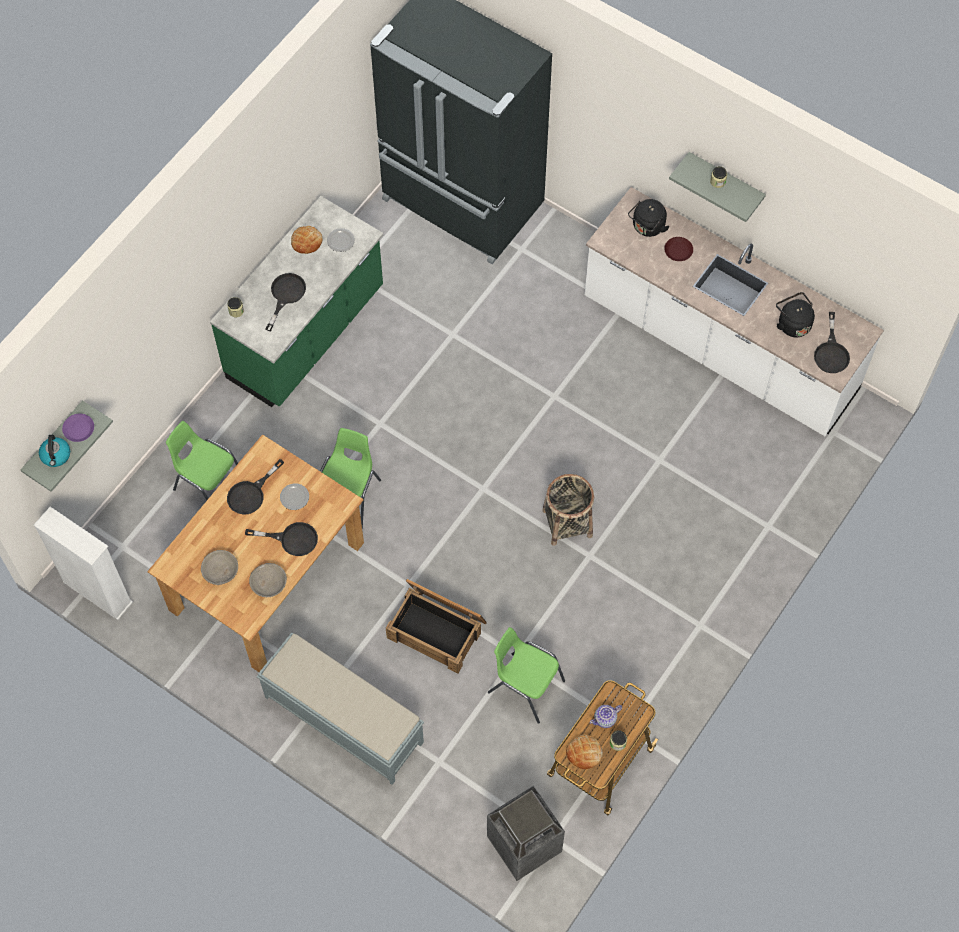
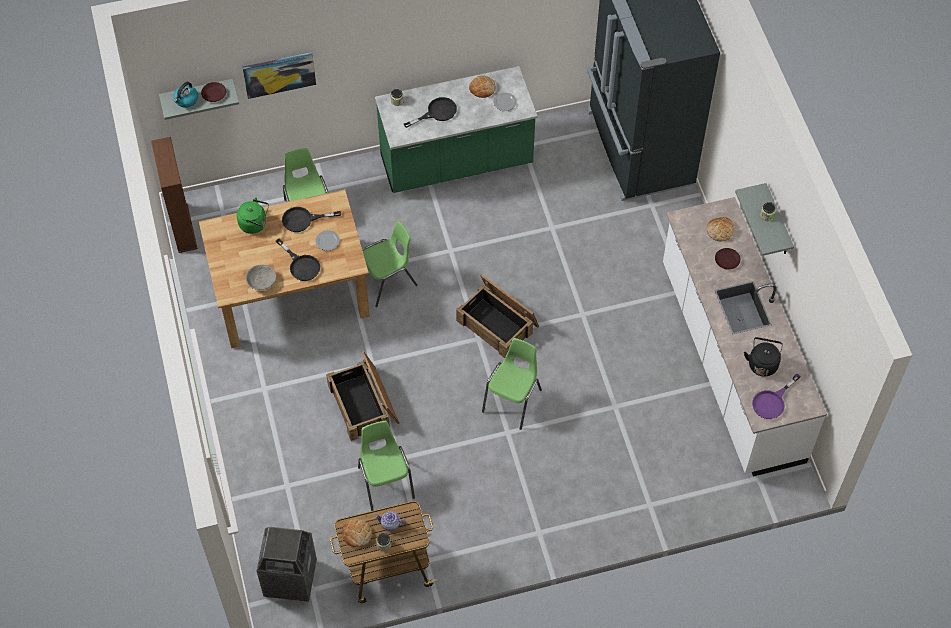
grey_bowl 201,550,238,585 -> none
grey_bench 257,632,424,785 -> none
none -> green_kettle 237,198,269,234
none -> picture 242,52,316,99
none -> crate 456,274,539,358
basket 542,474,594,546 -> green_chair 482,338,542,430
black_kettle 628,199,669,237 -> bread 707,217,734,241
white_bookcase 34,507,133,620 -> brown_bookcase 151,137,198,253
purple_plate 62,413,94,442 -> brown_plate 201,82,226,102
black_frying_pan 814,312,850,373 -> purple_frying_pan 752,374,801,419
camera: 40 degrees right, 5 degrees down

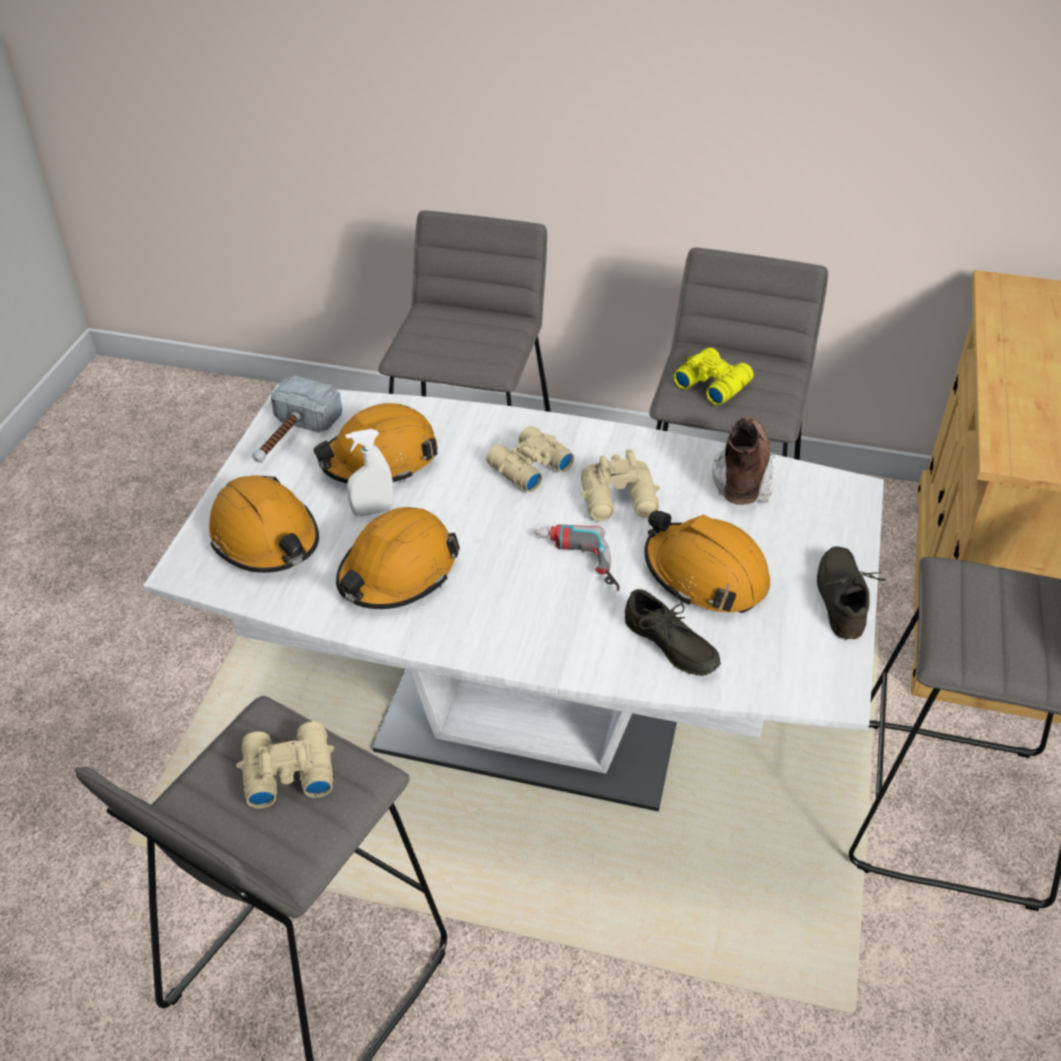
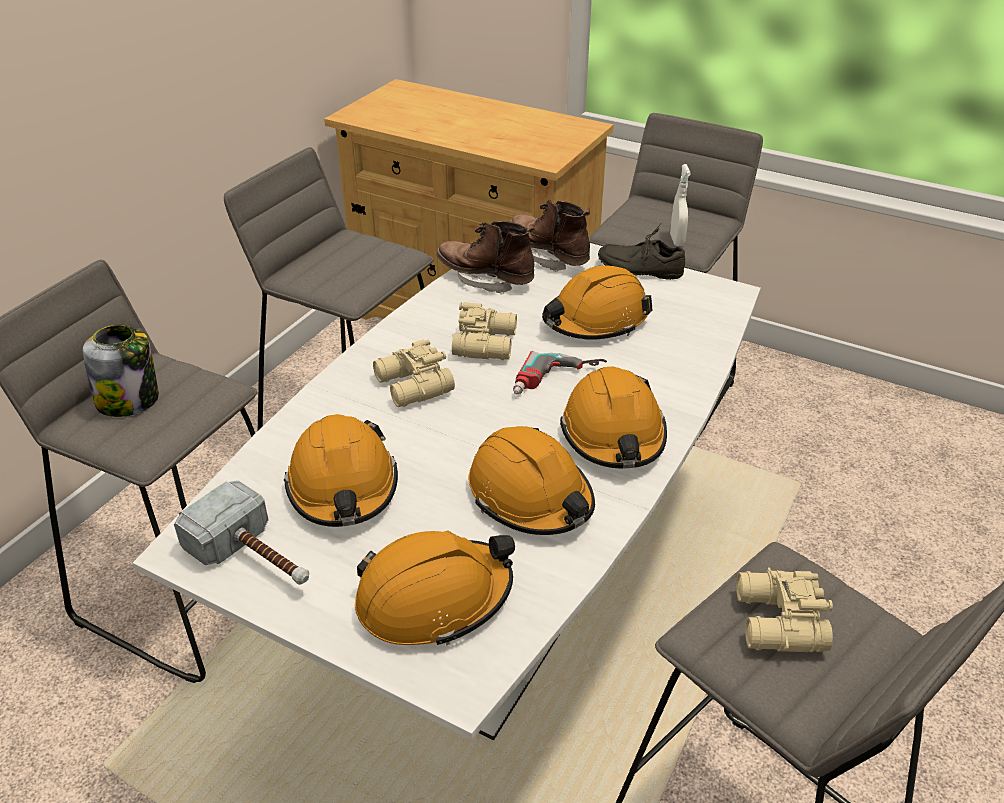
grey_shoe 625,589,721,676 -> none
yellow_binoculars 673,348,754,405 -> none
none -> jar 83,325,159,417
none -> brown_boot 510,200,590,272
none -> orange_hard_hat 560,367,667,469
white_spray_bottle 346,429,394,517 -> white_spray_bottle 670,164,691,246, relocated
camera: 75 degrees left, 5 degrees down

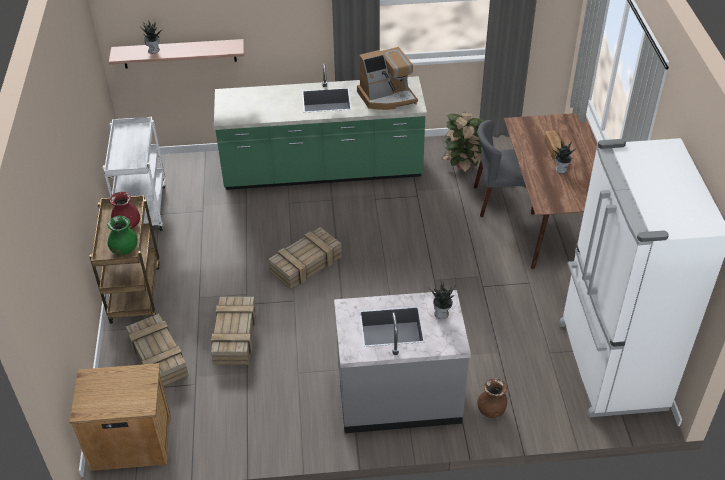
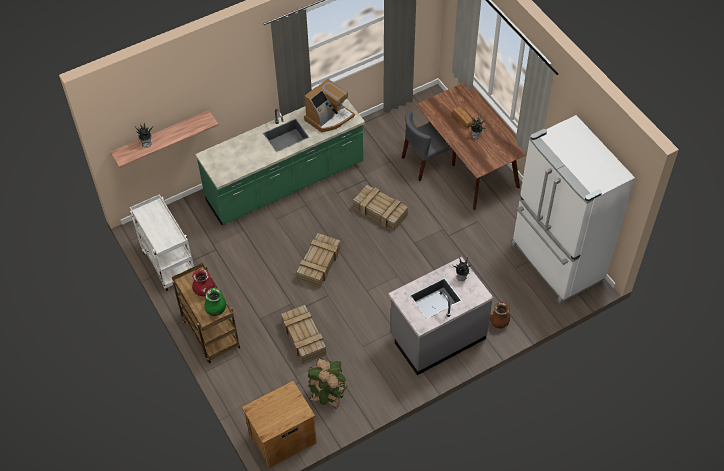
crate 126,314,188,386 -> crate 353,185,408,231, relocated
potted_plant 442,112,484,173 -> potted_plant 307,357,347,409, relocated
camera: 25 degrees left, 10 degrees up

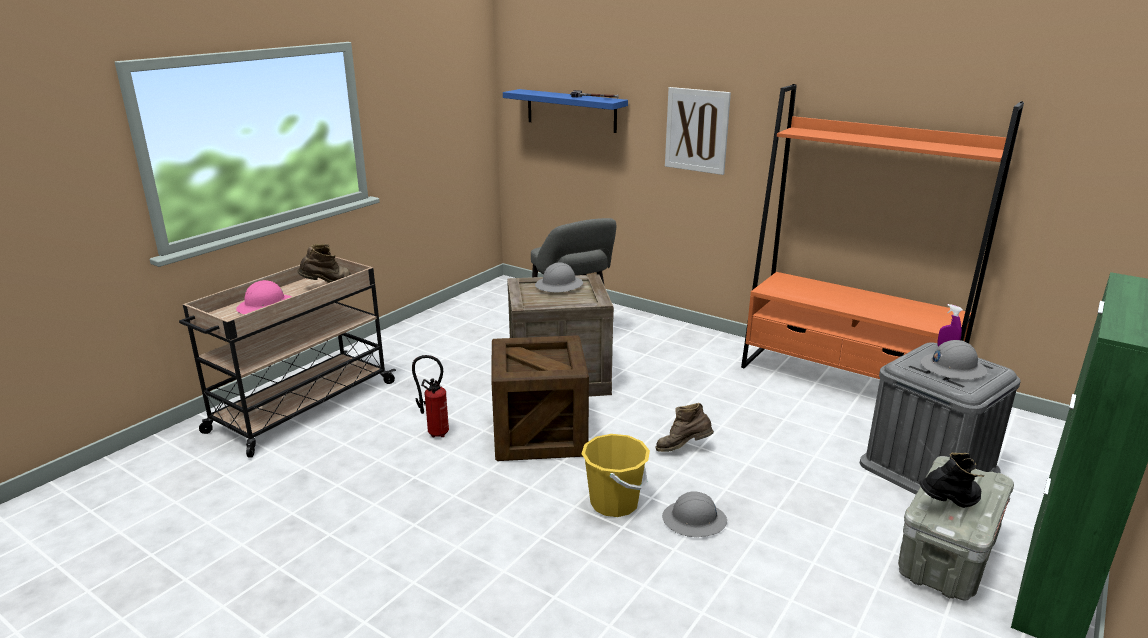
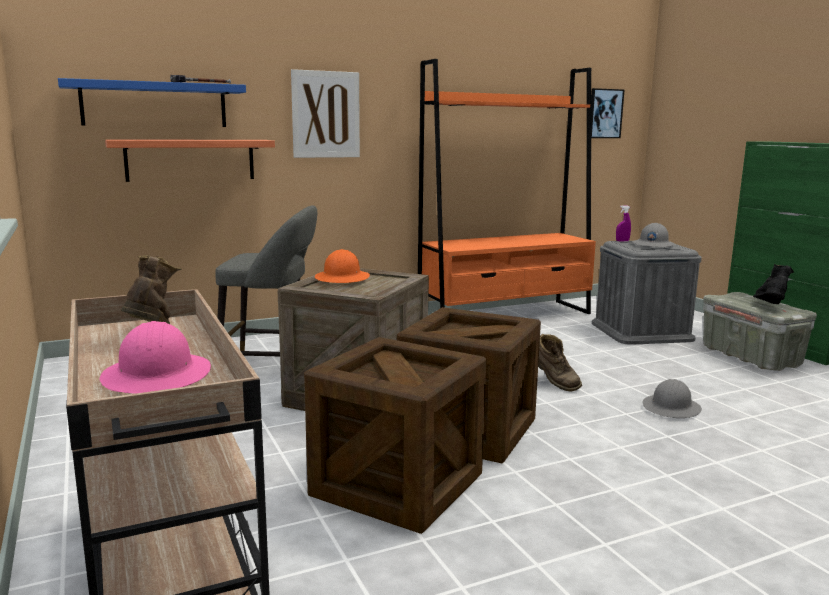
yellow_bucket 582,434,650,517 -> none
none -> shelf 105,139,275,182
none -> picture 591,88,624,138
fire_extinguisher 412,355,449,438 -> crate 304,337,486,534
grey_hard_hat 535,262,583,292 -> orange_hard_hat 315,249,370,283
brown_boot 655,402,714,452 -> brown_boot 538,334,582,392, 60 degrees counterclockwise
camera: 60 degrees left, 10 degrees down

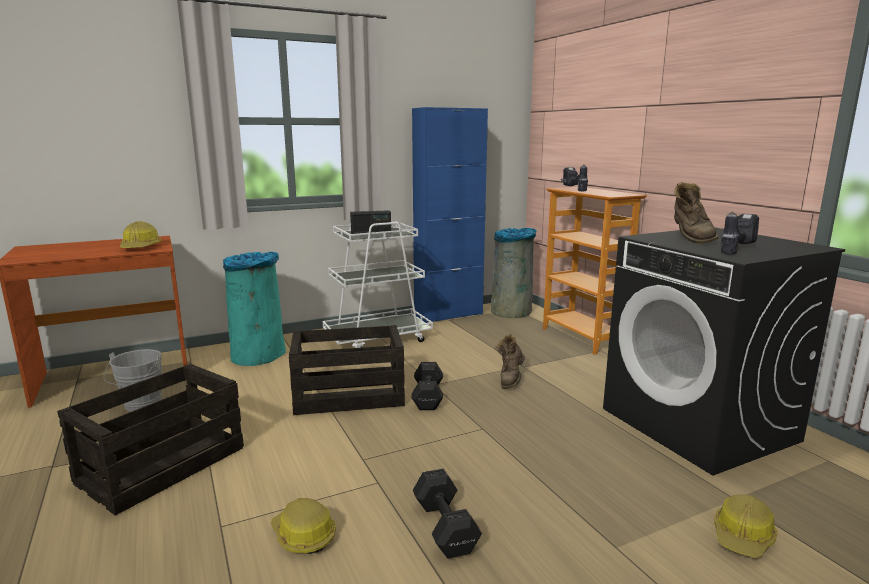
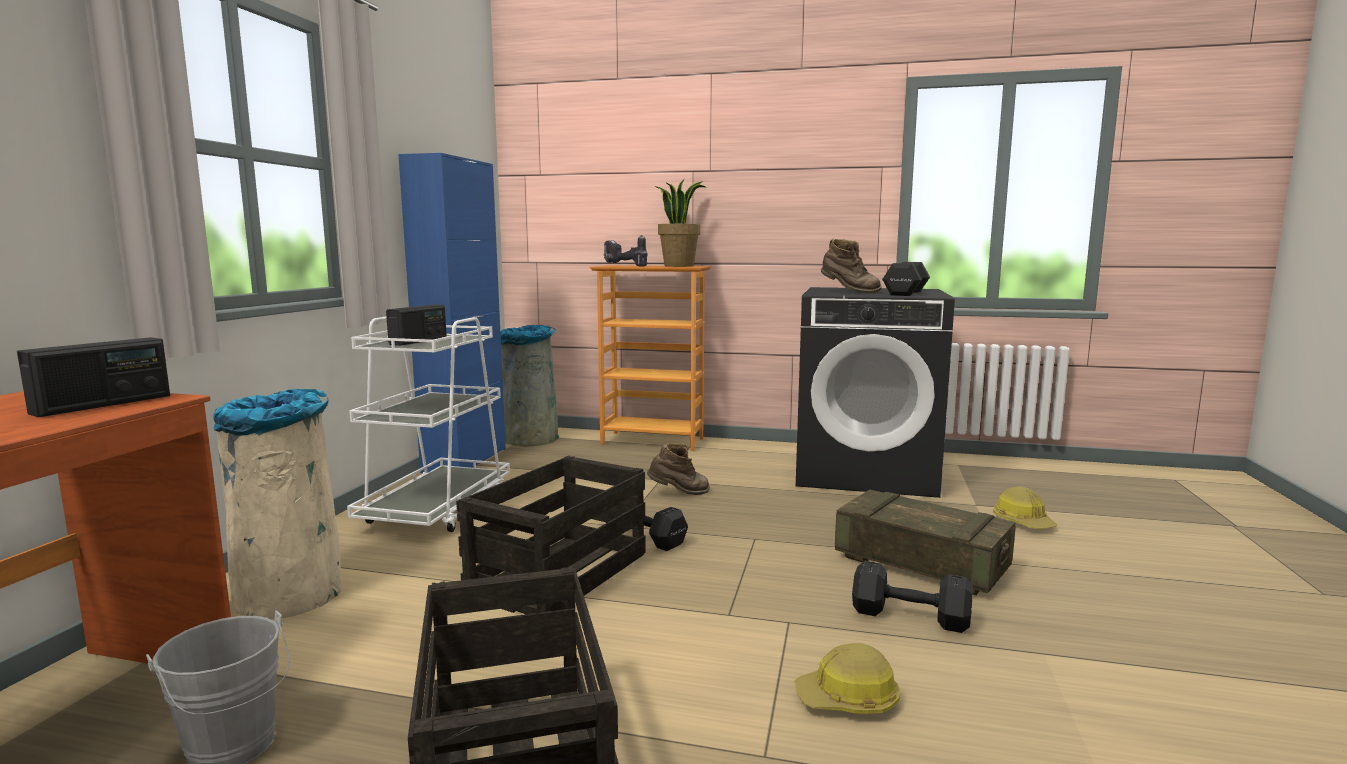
none -> potted_plant 655,178,705,267
none -> crate 835,490,1016,595
hard_hat 120,221,162,248 -> radio 17,337,170,417
power_drill 721,212,759,255 -> black_dumbbell 882,262,930,296
turquoise_trash_can 223,252,286,366 -> beige_trash_can 213,389,342,619
brown_boot 495,334,525,389 -> brown_boot 647,442,710,495, 75 degrees counterclockwise
camera: 50 degrees left, 5 degrees down

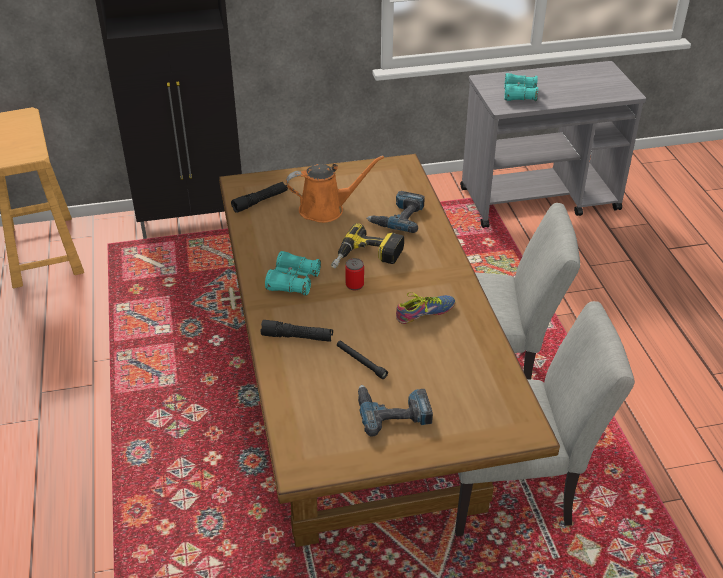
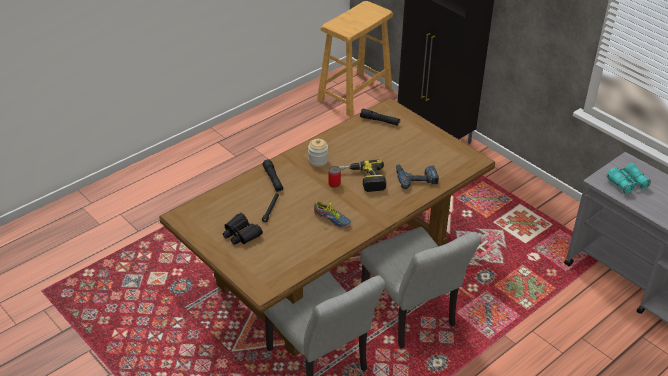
orange_watering_can 286,156,384,223 -> none
turquoise_binoculars 265,251,321,296 -> jar 308,139,328,167
power_drill 358,385,433,437 -> black_binoculars 223,213,263,245
camera: 60 degrees right, 0 degrees up

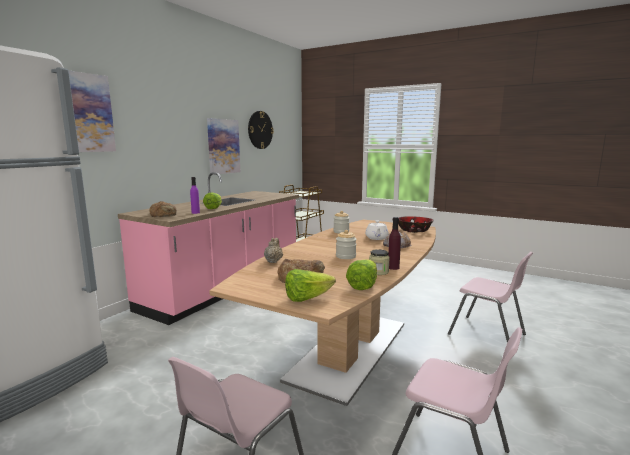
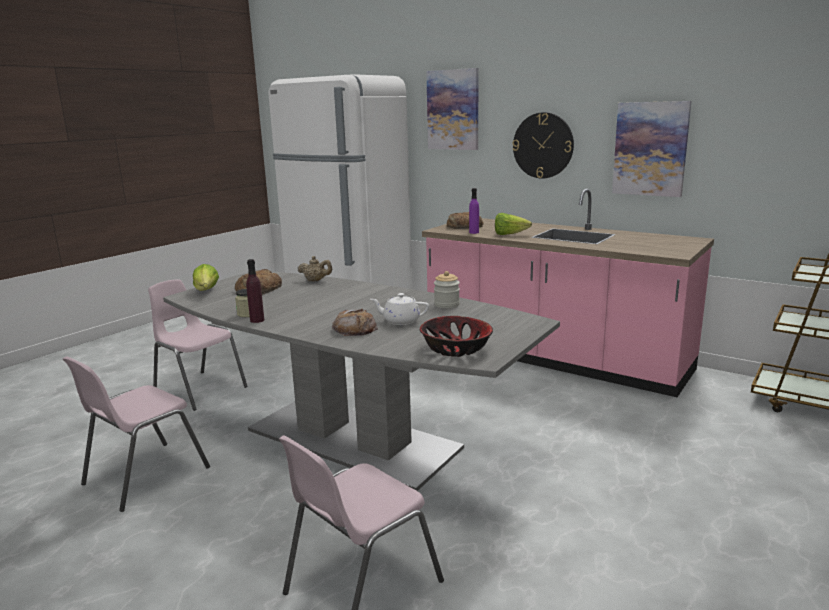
jar 336,230,357,259 -> none
lettuce 346,259,377,290 -> none
wall_clock 248,111,274,149 -> wall_clock 513,112,574,179, relocated
brown_dining_table 209,219,436,406 -> grey_dining_table 163,270,560,491
camera: 95 degrees right, 5 degrees up

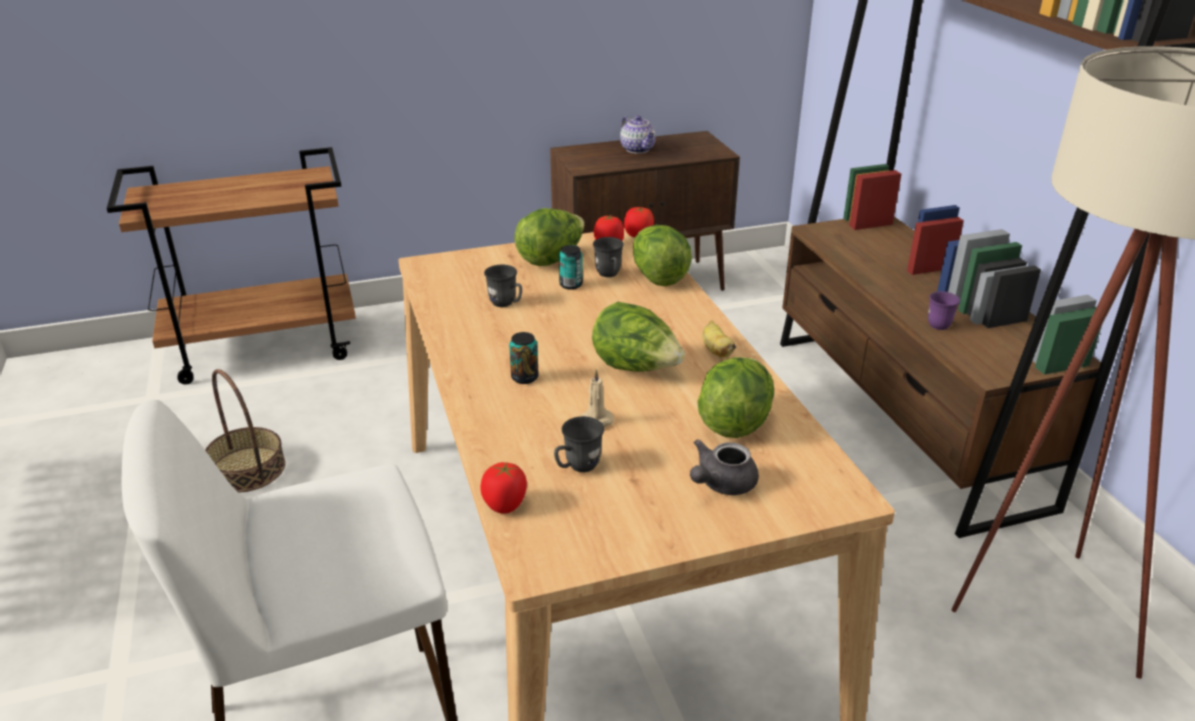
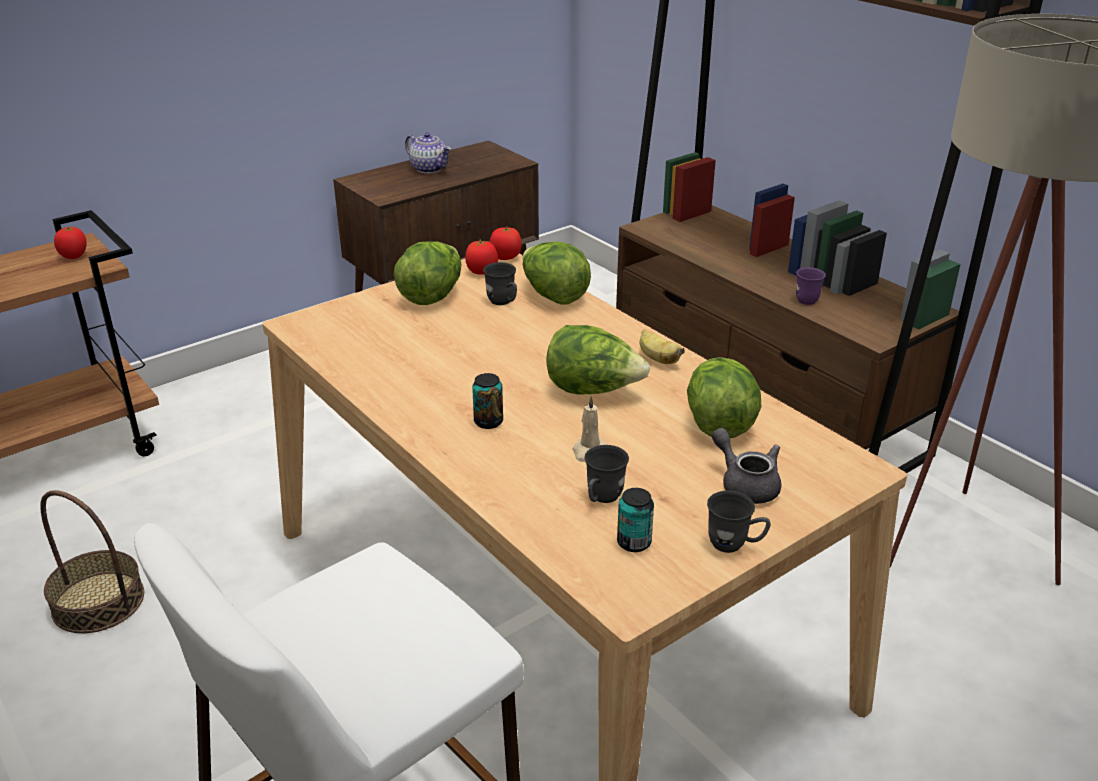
tomato 480,462,527,514 -> tomato 54,227,87,259, relocated
grey_mug 484,265,522,307 -> grey_mug 707,491,771,553, relocated
can 559,245,583,290 -> can 617,488,654,552, relocated
grey_teapot 690,439,759,495 -> grey_teapot 712,428,781,504, 120 degrees clockwise
camera: 20 degrees left, 0 degrees up

